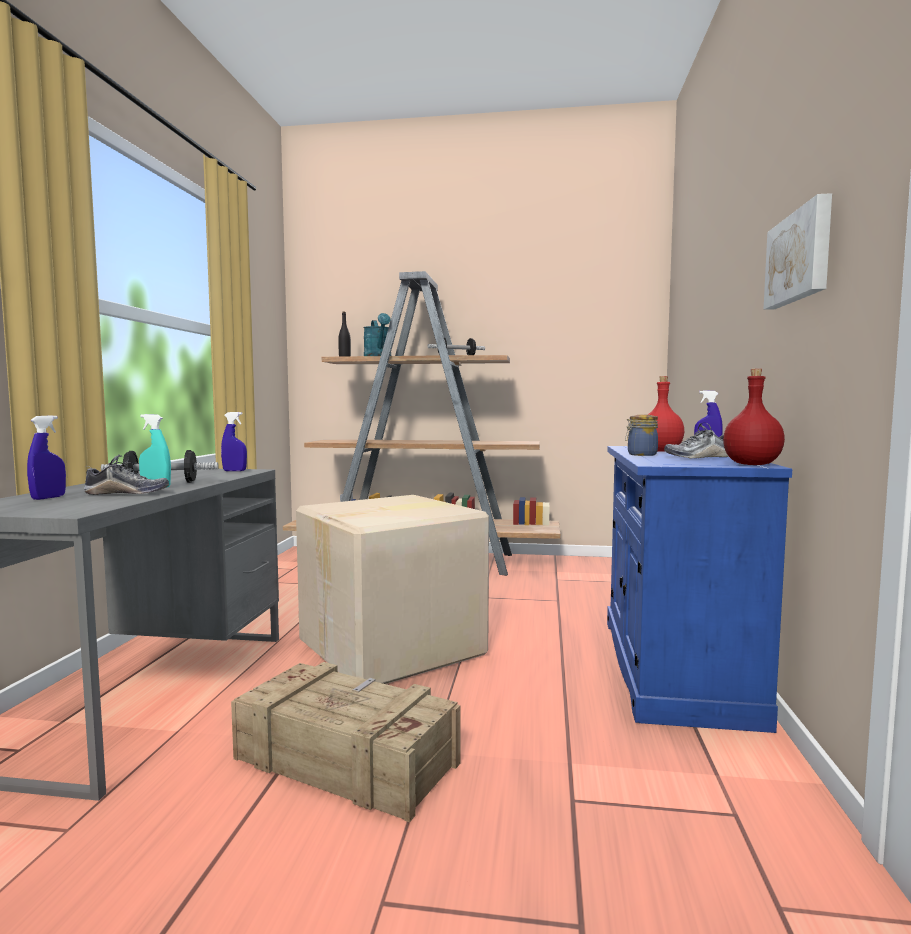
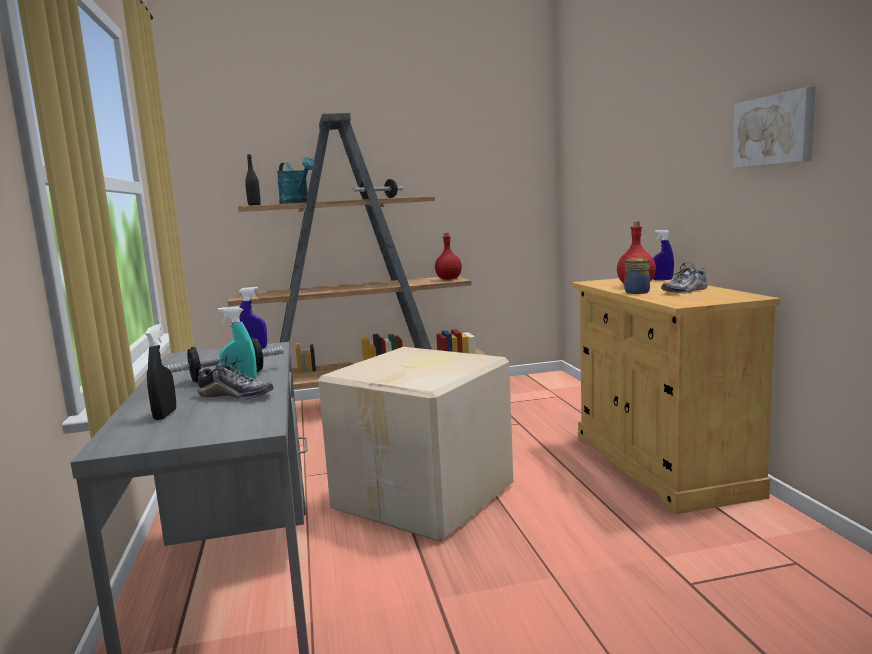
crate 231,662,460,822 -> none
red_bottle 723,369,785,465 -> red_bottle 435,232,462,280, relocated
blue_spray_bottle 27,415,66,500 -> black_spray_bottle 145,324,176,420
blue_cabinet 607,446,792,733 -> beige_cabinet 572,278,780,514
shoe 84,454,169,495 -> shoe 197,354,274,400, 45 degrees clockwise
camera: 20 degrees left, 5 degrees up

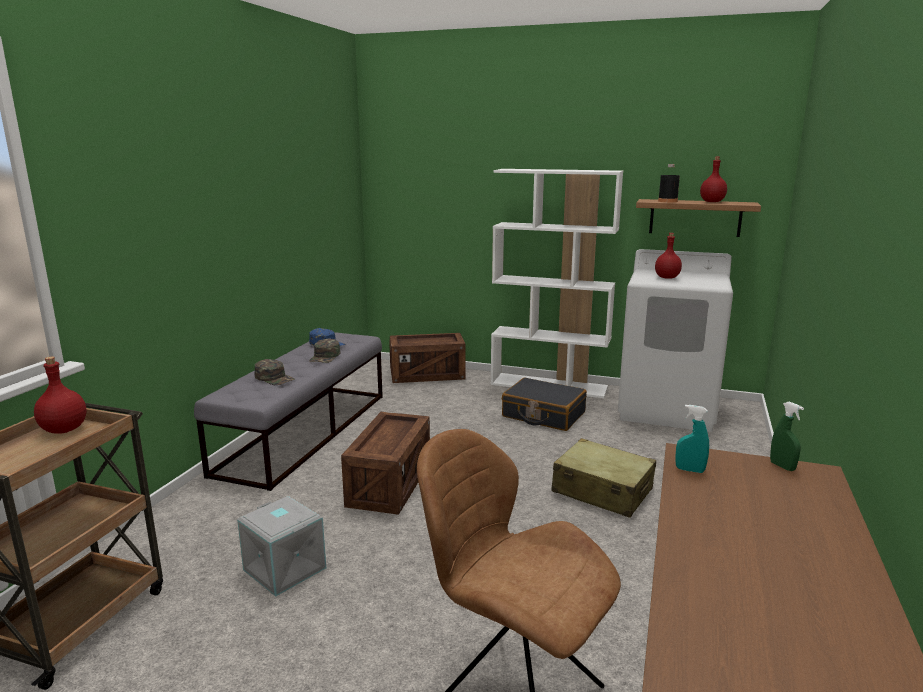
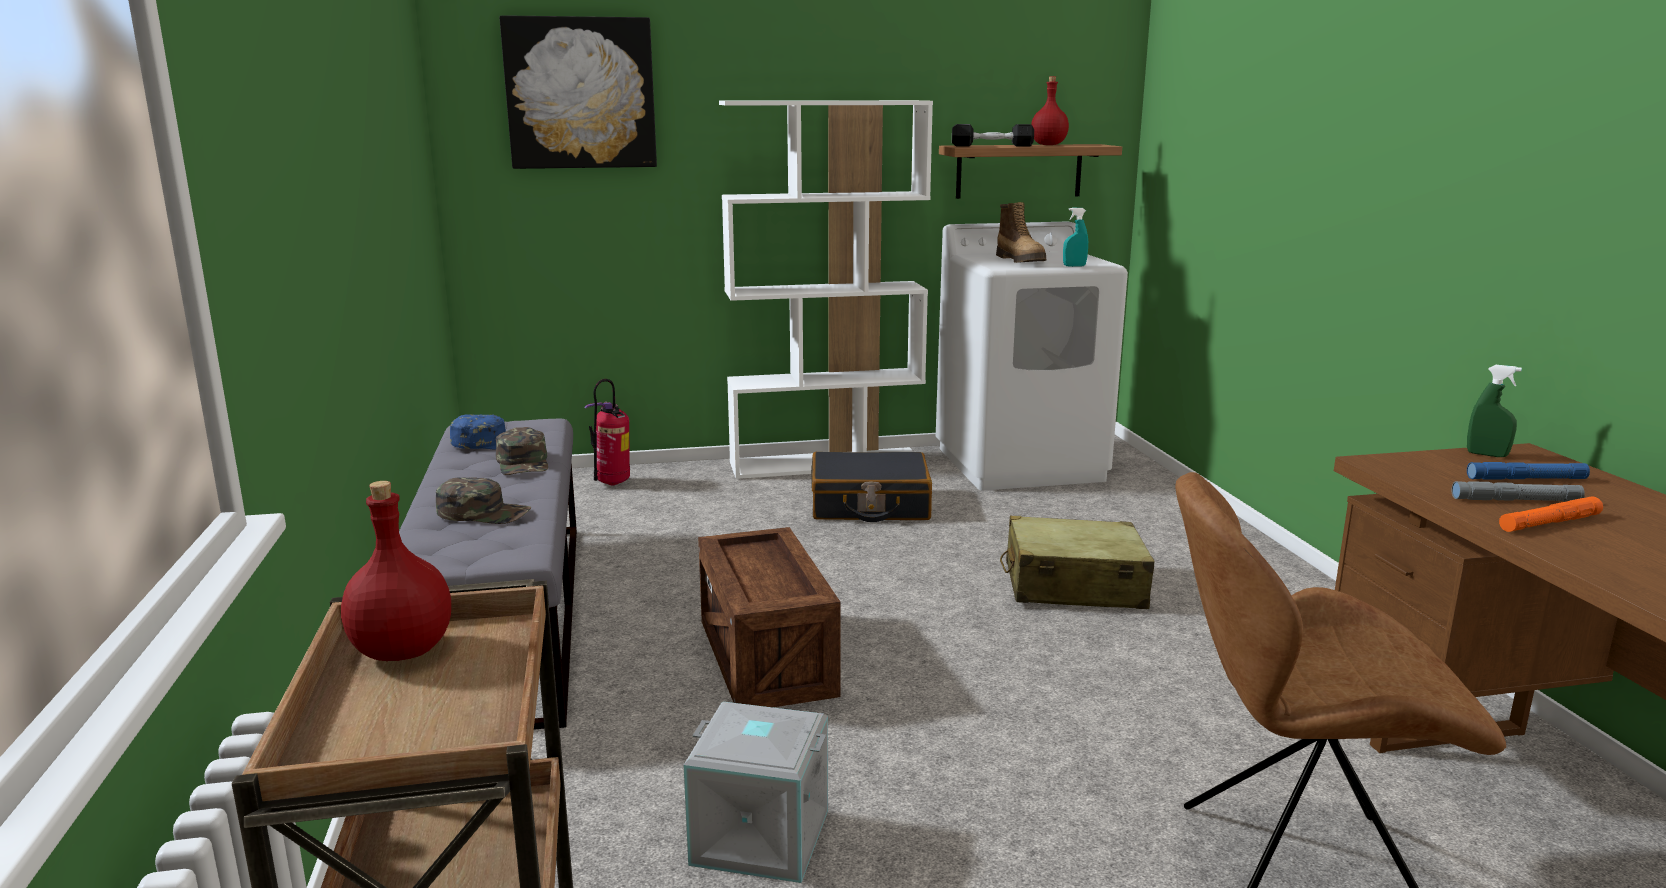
none -> picture 499,15,657,169
none -> grey_flashlight 1452,481,1585,502
none -> blue_flashlight 1467,462,1590,480
none -> orange_flashlight 1499,496,1603,532
turquoise_spray_bottle 675,405,709,473 -> turquoise_spray_bottle 1063,208,1088,267, relocated
crate 389,333,466,383 -> fire_extinguisher 584,379,630,486
red_bottle 655,233,682,279 -> boot 996,202,1046,263
black_bottle 658,164,680,202 -> black_dumbbell 952,124,1034,147
camera: 30 degrees left, 0 degrees up

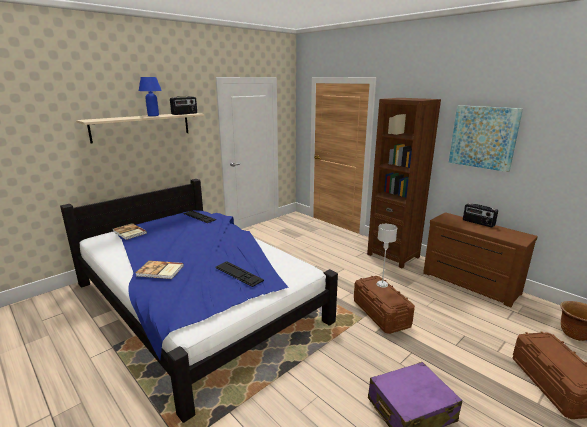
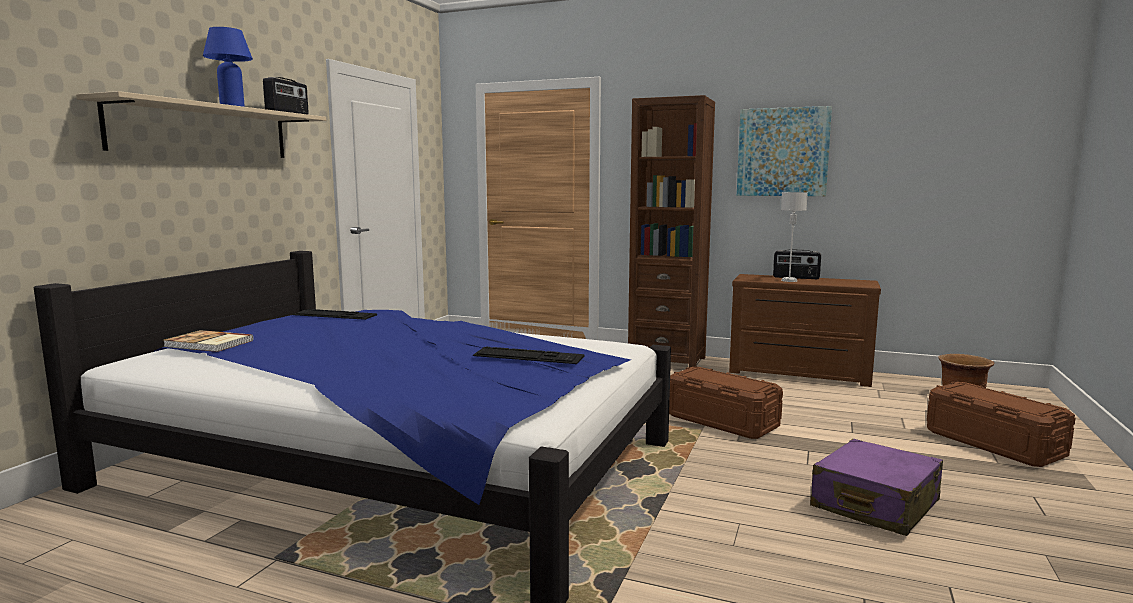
book 136,261,184,279 -> none
grey_table_lamp 377,224,397,288 -> grey_table_lamp 781,192,808,282, relocated
camera: 25 degrees left, 10 degrees down

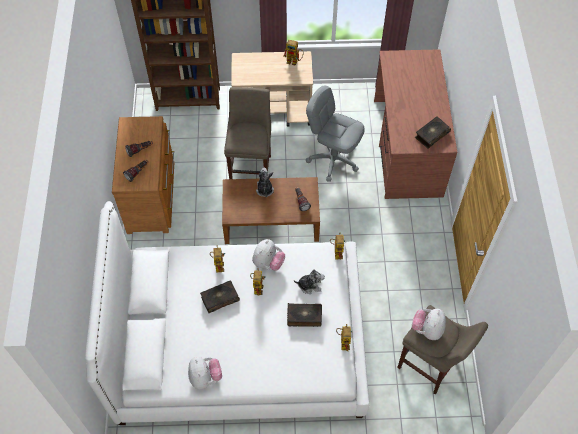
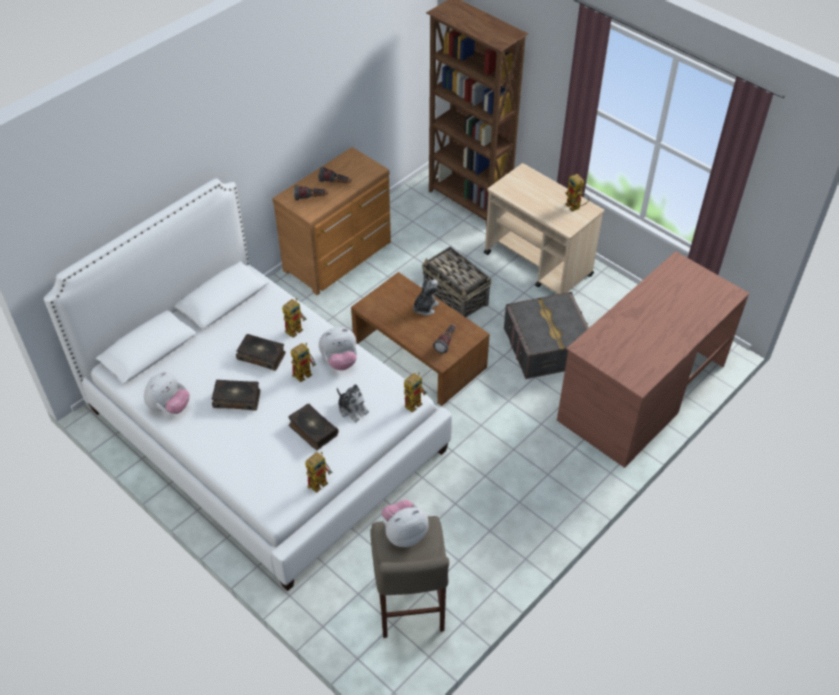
book 415,116,451,148 -> book 212,380,261,411, relocated
beige_stool 224,87,271,179 -> basket 422,247,491,317
grey_office_chair 306,86,365,182 -> grey_storage_box 504,292,589,380
camera: 45 degrees right, 10 degrees down

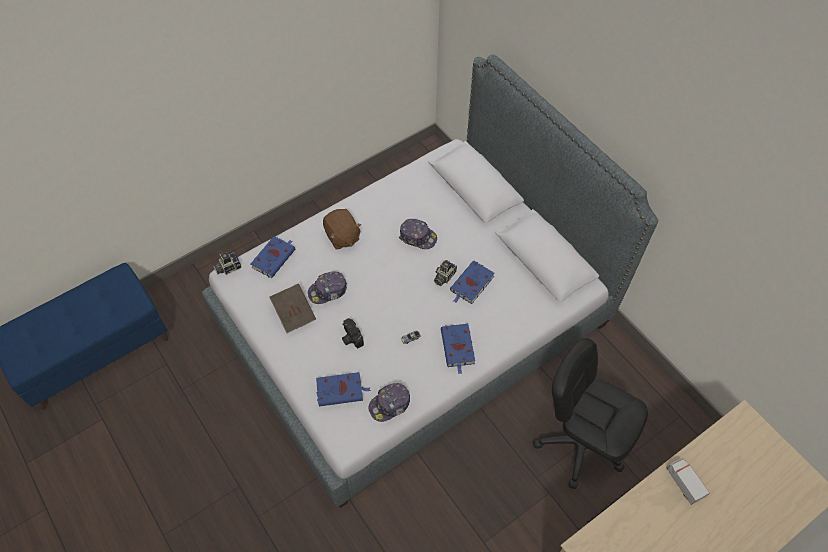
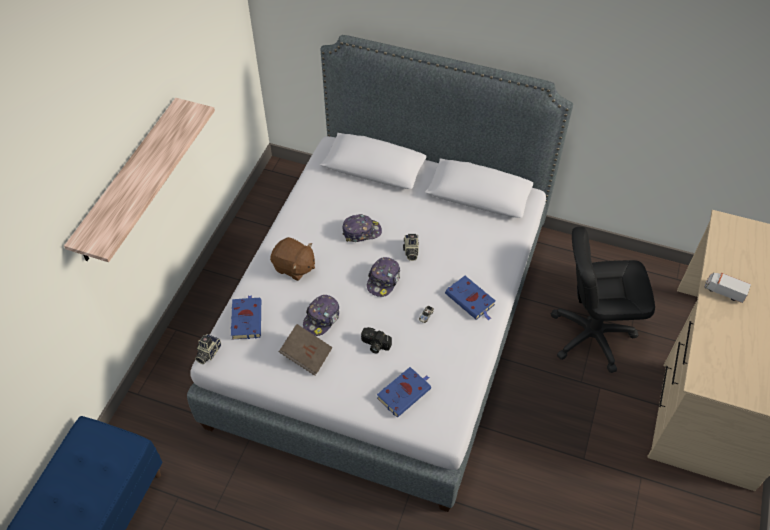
blue_book 450,261,495,304 -> none
none -> shelf 64,98,215,262
cap 369,383,410,422 -> cap 367,257,400,297, relocated
camera: 35 degrees left, 5 degrees down

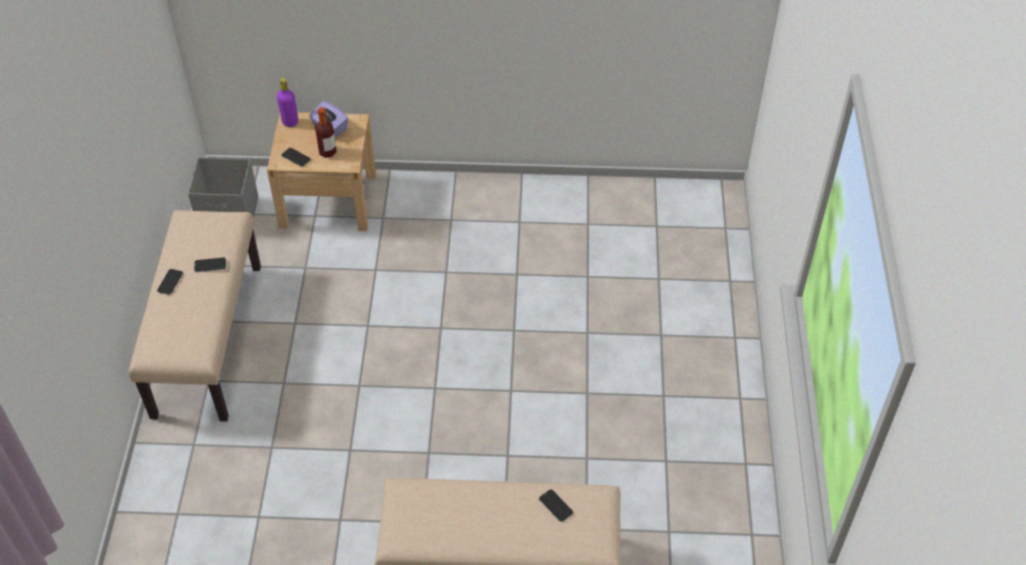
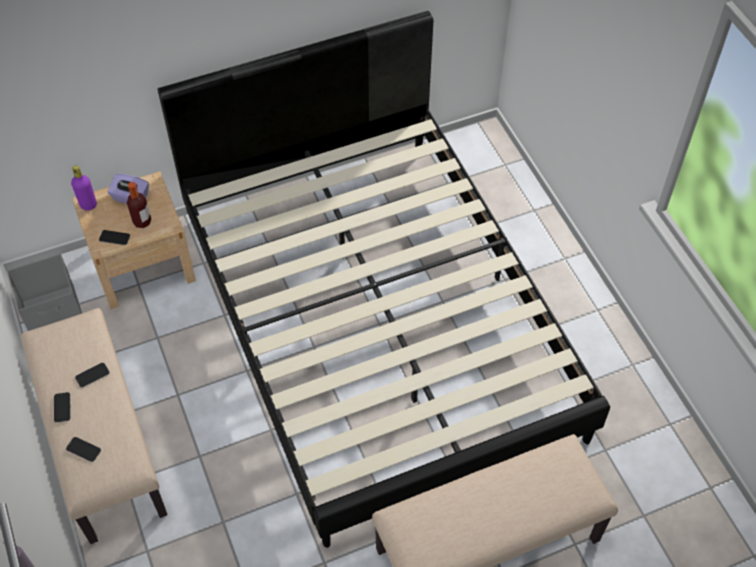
none -> black_bed 158,11,610,548
phone 539,489,573,522 -> phone 66,437,101,462, relocated
camera: 25 degrees left, 5 degrees up

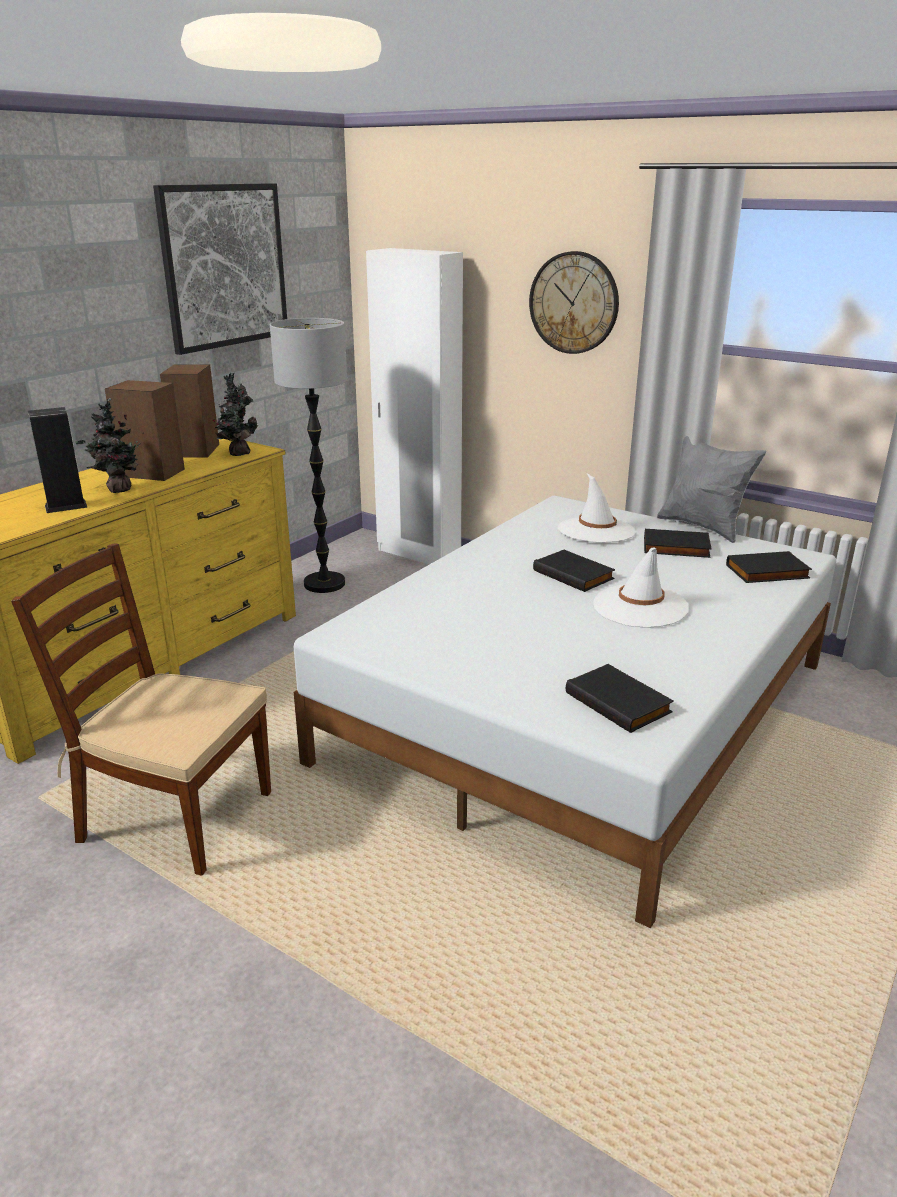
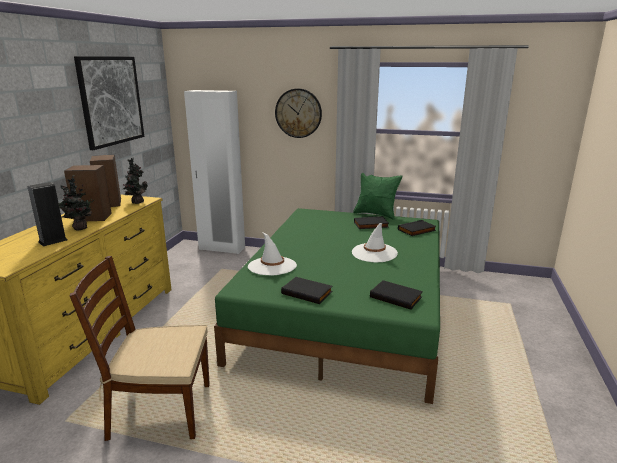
floor_lamp 270,318,347,593 -> none
black_book 533,550,615,592 -> black_book 281,277,333,304, relocated
white_hat 558,474,636,543 -> white_hat 248,232,297,275, relocated
white_bed 294,496,836,928 -> green_bed 214,208,440,404
grey_pillow 657,436,766,543 -> green_pillow 353,173,402,220
camera: 20 degrees left, 5 degrees down

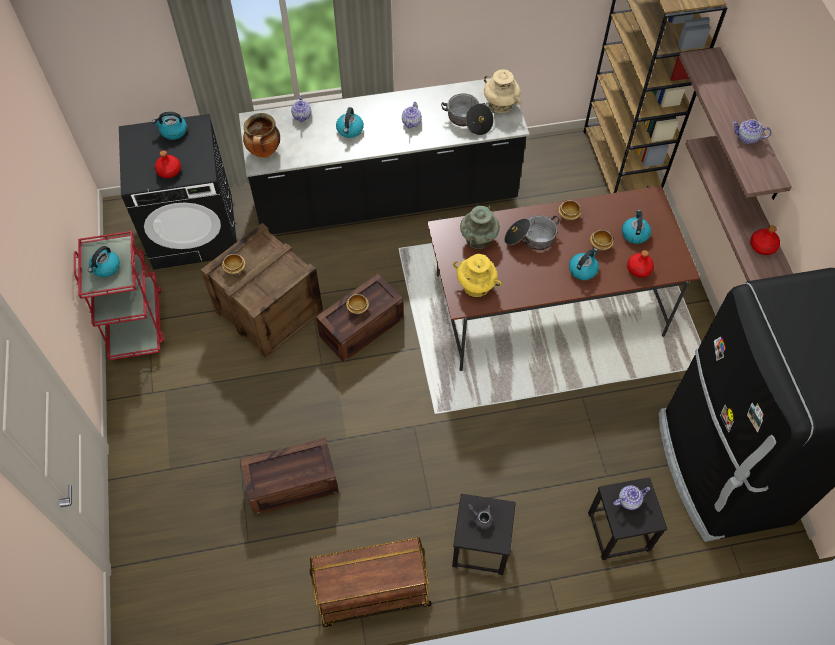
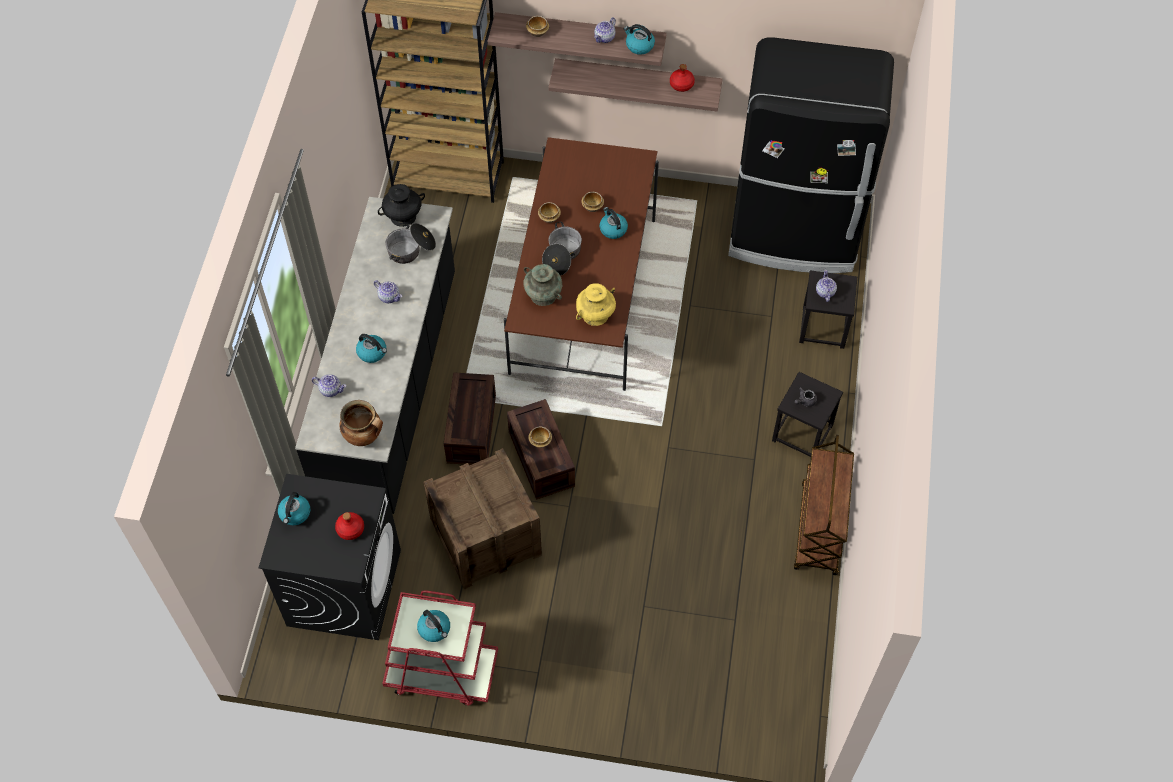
red_bottle 627,250,654,277 -> none
bowl 222,254,245,275 -> bowl 526,16,549,37, relocated
crate 240,438,339,515 -> crate 444,372,496,465, relocated
kettle 622,210,651,244 -> kettle 624,24,655,55, relocated
beige_vase 484,69,521,113 -> black_vase 378,184,425,227
camera: 70 degrees left, 0 degrees up

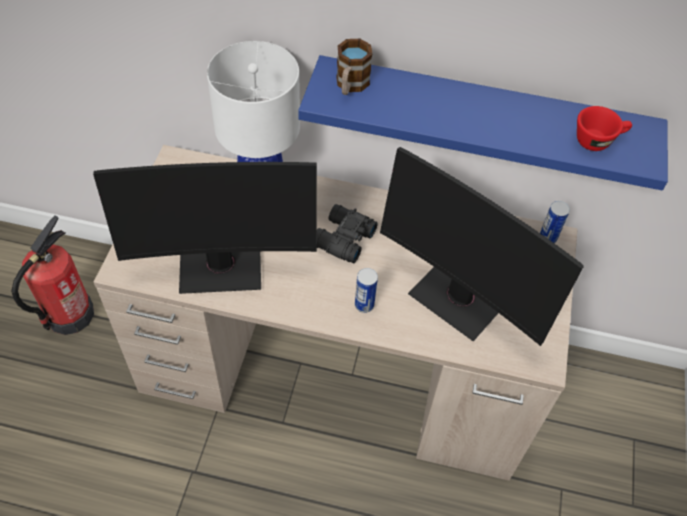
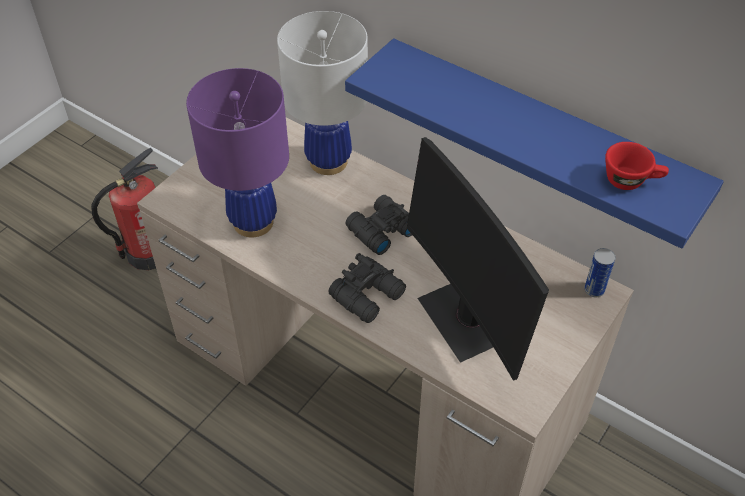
mug 336,39,372,95 -> none
monitor 93,162,317,294 -> purple_table_lamp 186,68,289,237
can 355,268,378,313 -> black_binoculars 328,253,406,323
camera: 25 degrees right, 5 degrees down

